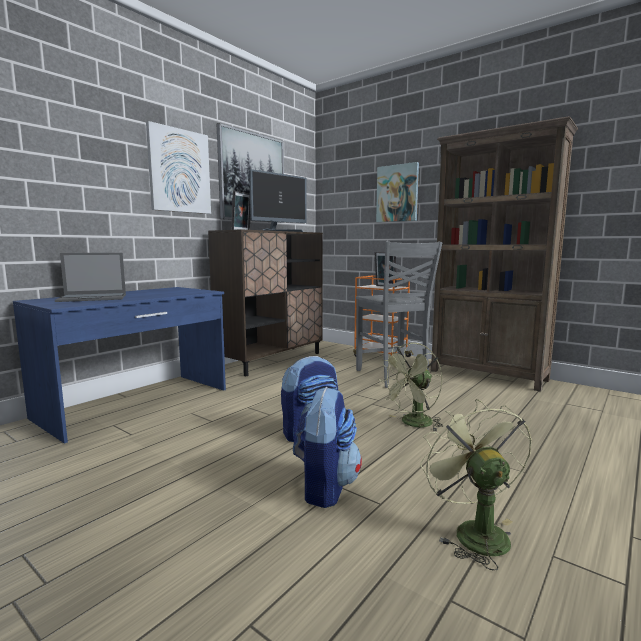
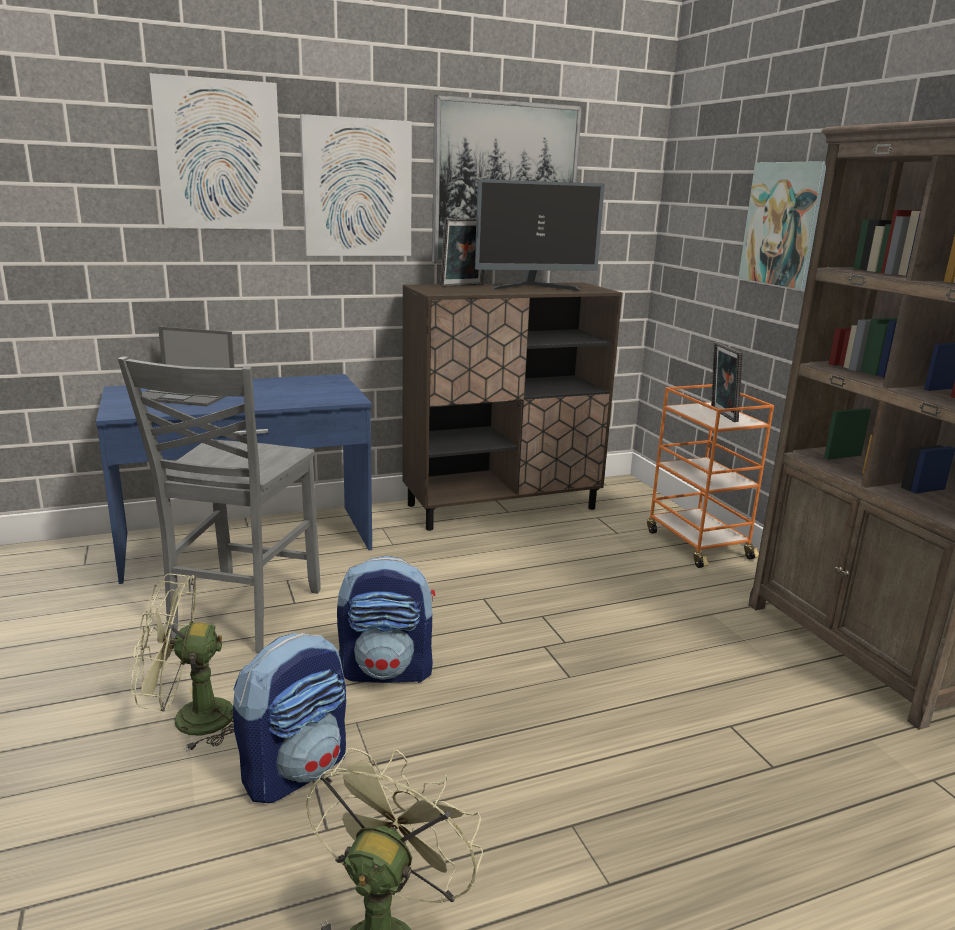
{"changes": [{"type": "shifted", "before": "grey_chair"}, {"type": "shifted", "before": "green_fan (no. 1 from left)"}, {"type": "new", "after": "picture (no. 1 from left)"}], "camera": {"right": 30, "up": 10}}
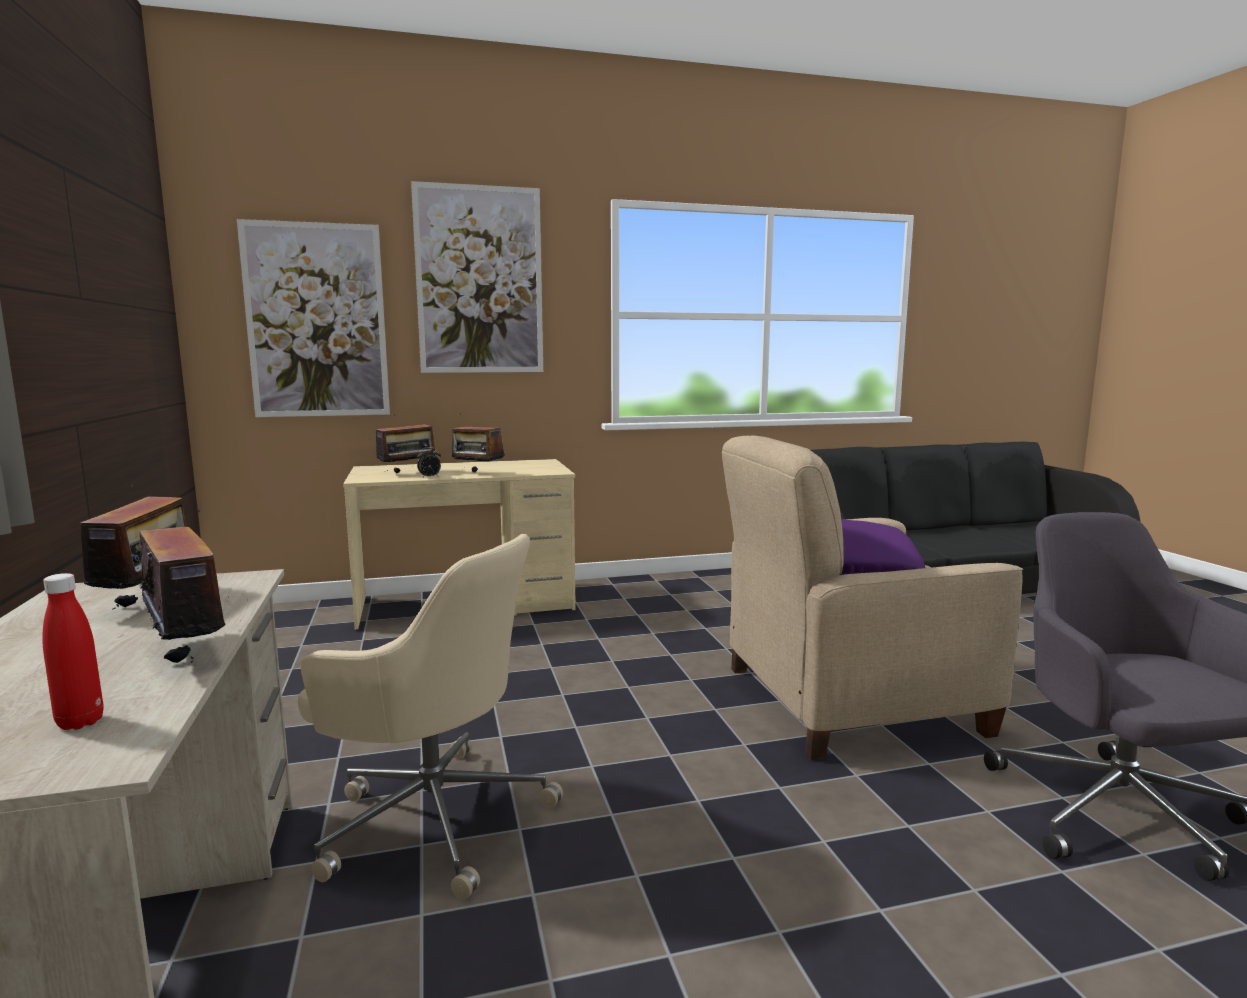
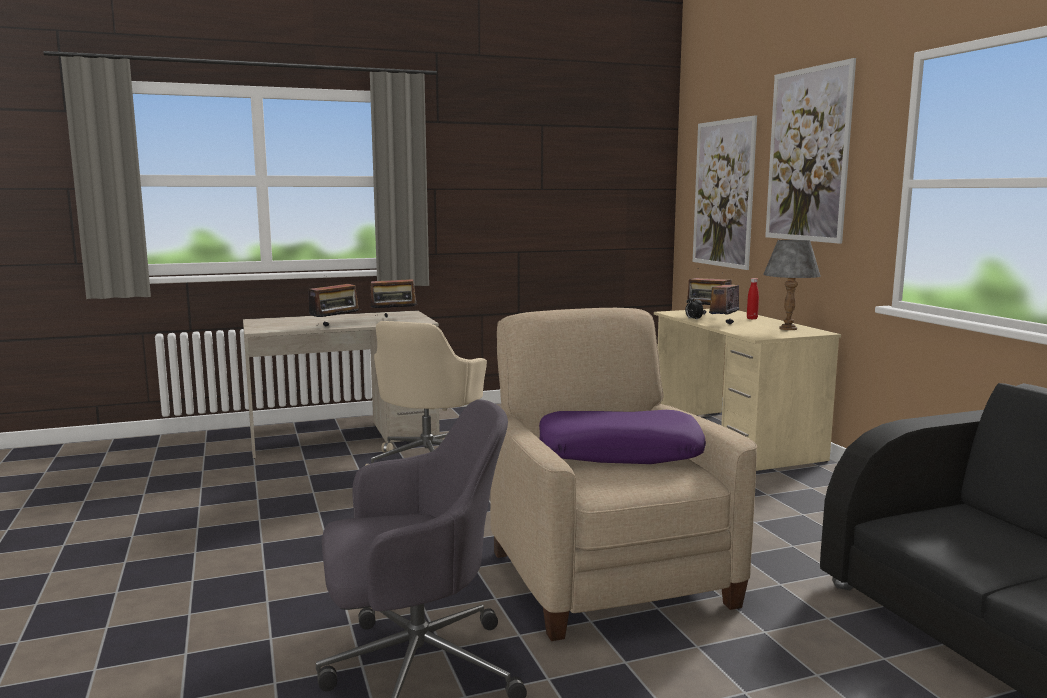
{"changes": [{"type": "shifted", "before": "red_bottle"}, {"type": "new", "after": "grey_table_lamp"}], "camera": {"right": 85, "up": 0}}
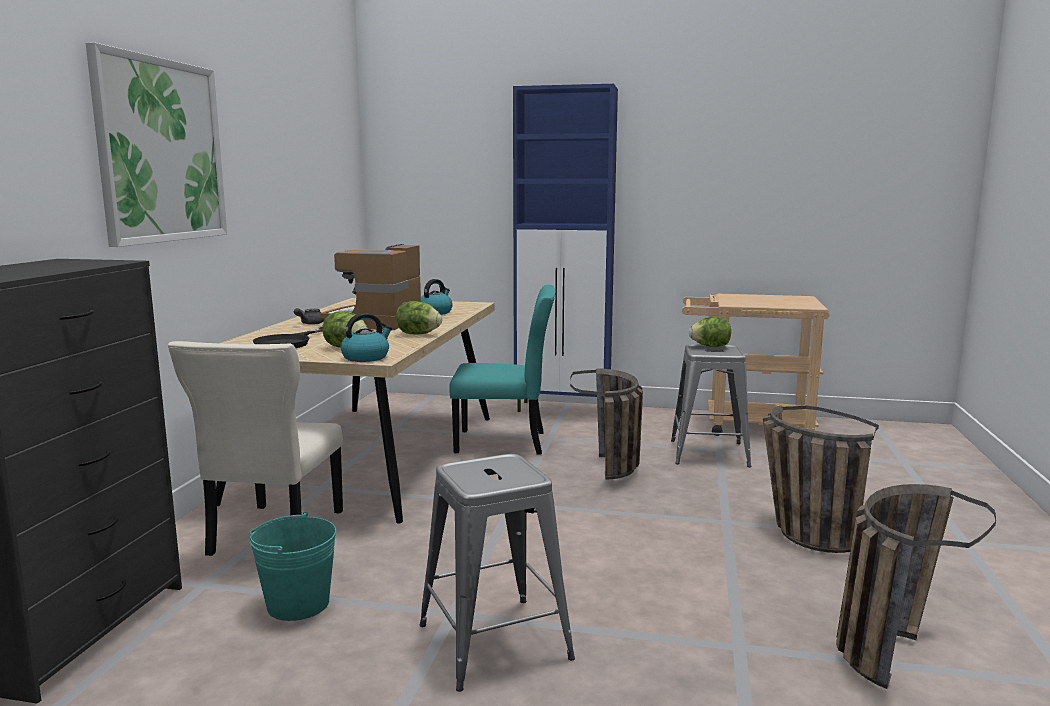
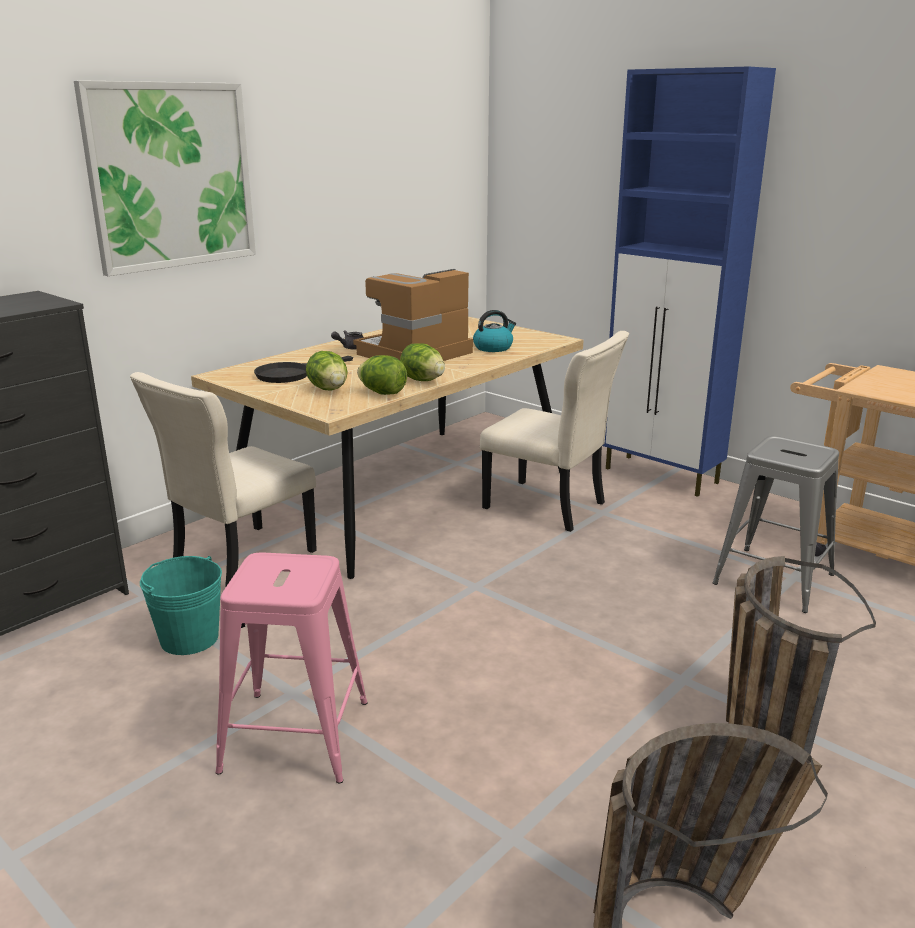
{"changes": [{"type": "repainted", "before": "grey_stool (no. 1 from left)", "after": "pink_stool"}, {"type": "shifted", "before": "lettuce (no. 3 from left in the first image)", "after": "lettuce (no. 2 from left)"}, {"type": "repainted", "before": "turquoise_chair", "after": "beige_chair (no. 2 from left)"}, {"type": "gone", "before": "kettle (no. 1 from left)"}, {"type": "gone", "before": "basket (no. 1 from left)"}], "camera": {"right": 30, "up": 10}}
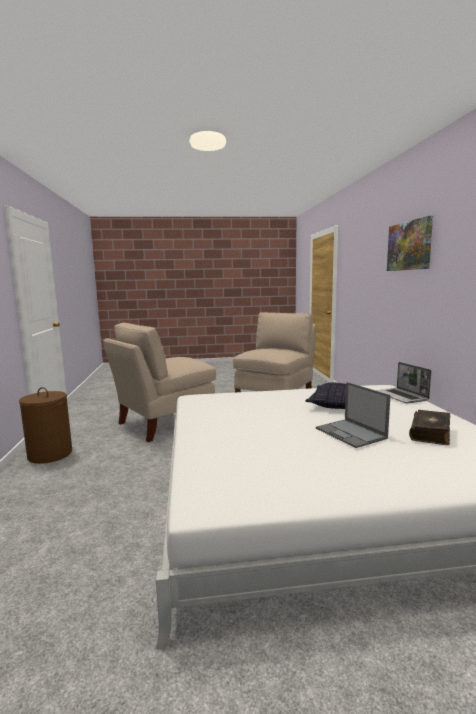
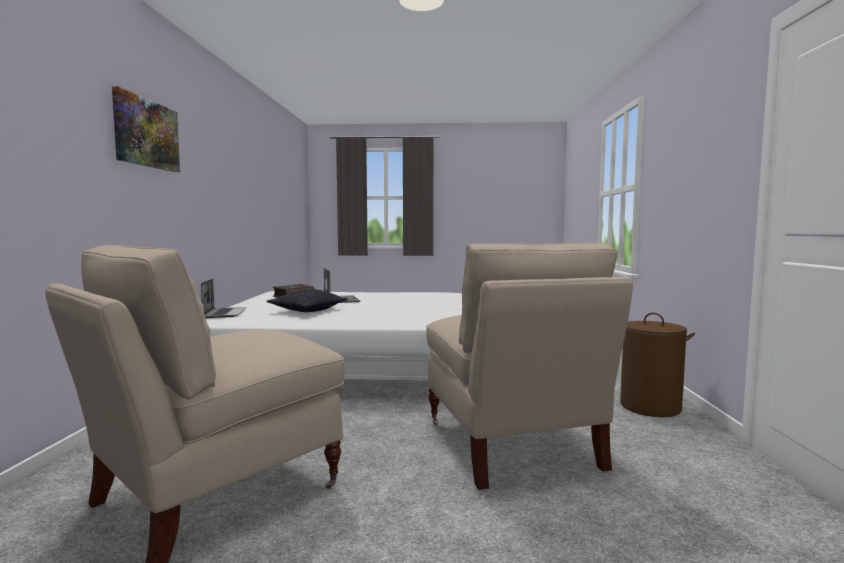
{"changes": [{"type": "rotated", "before": "beige_chair (no. 1 from left in the first image)", "turn": 105}], "camera": {"right": -170, "up": -5}}
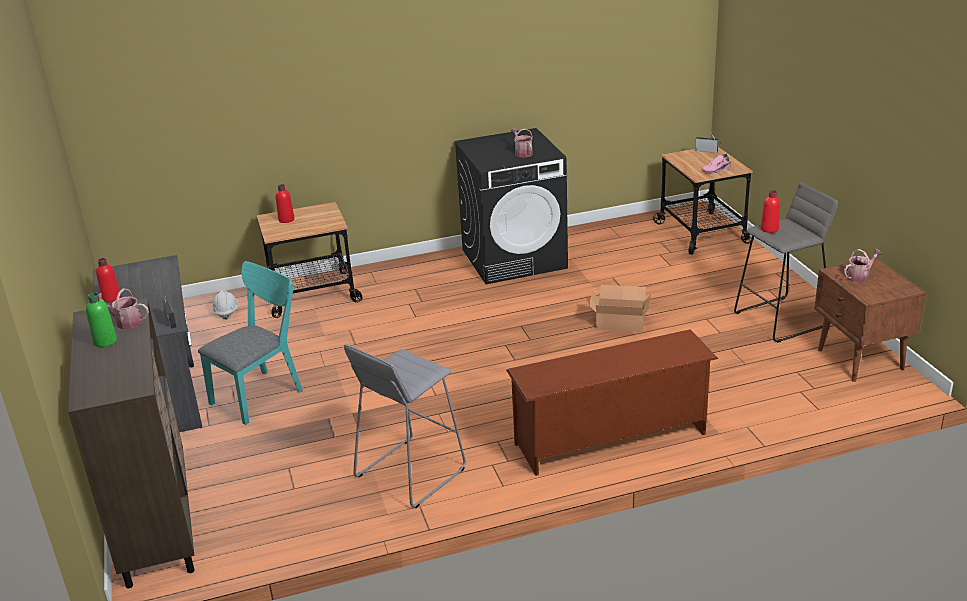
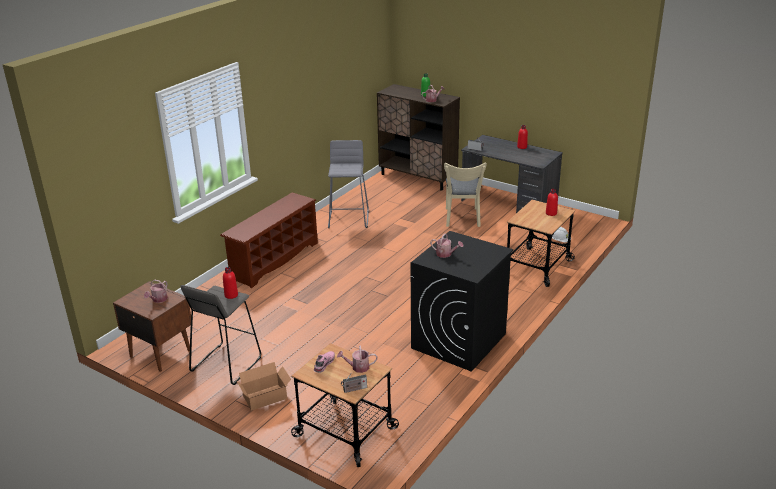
{"changes": [{"type": "shifted", "before": "cardboard_box"}, {"type": "new", "after": "watering_can (no. 2 from left)"}, {"type": "repainted", "before": "turquoise_chair", "after": "beige_chair"}], "camera": {"right": 140, "up": 0}}
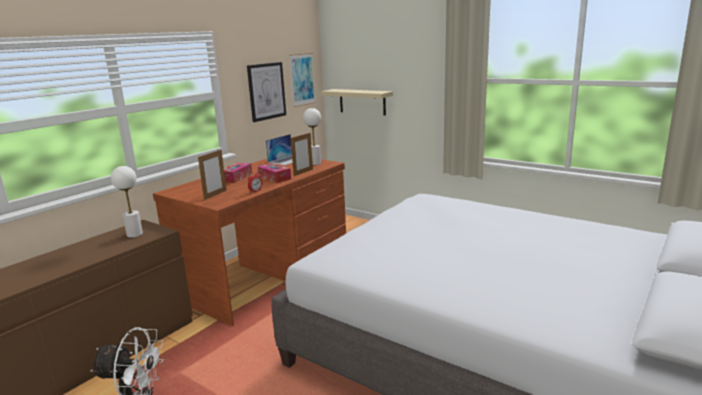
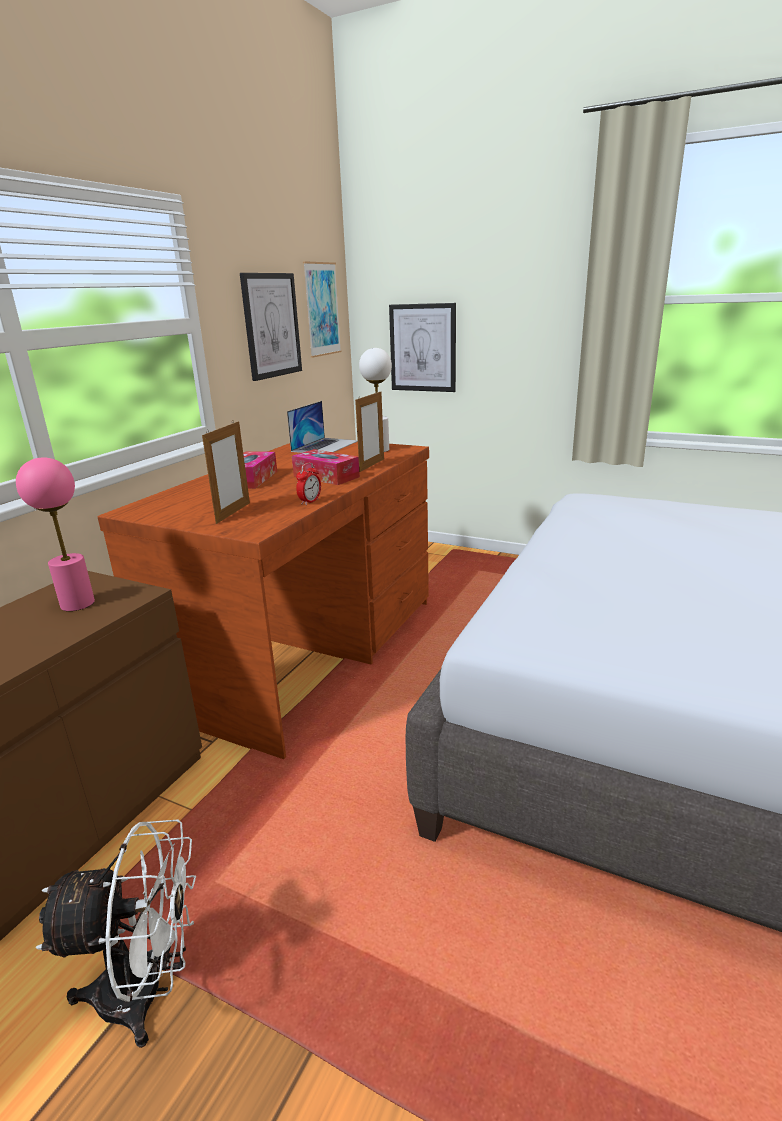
{"changes": [{"type": "repainted", "before": "white_table_lamp (no. 1 from left)", "after": "pink_table_lamp"}, {"type": "swapped", "before": "beige_shelf", "after": "picture (no. 3 from left)"}], "camera": {"right": -10, "up": 5}}
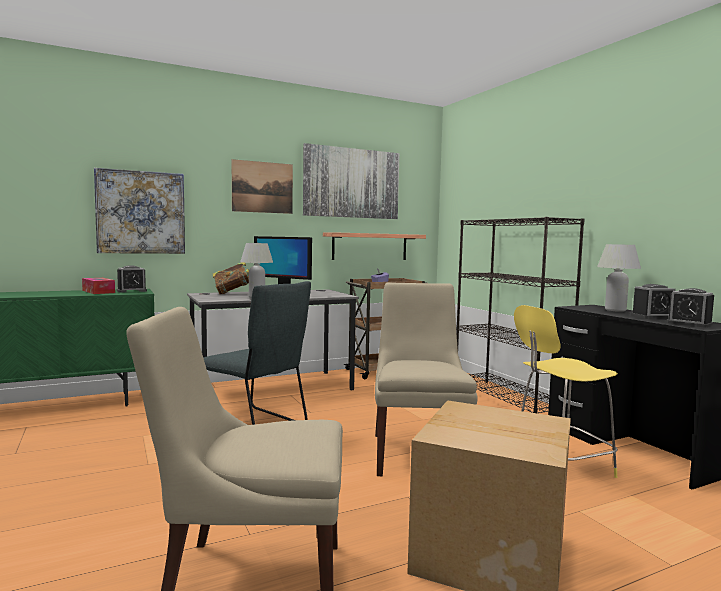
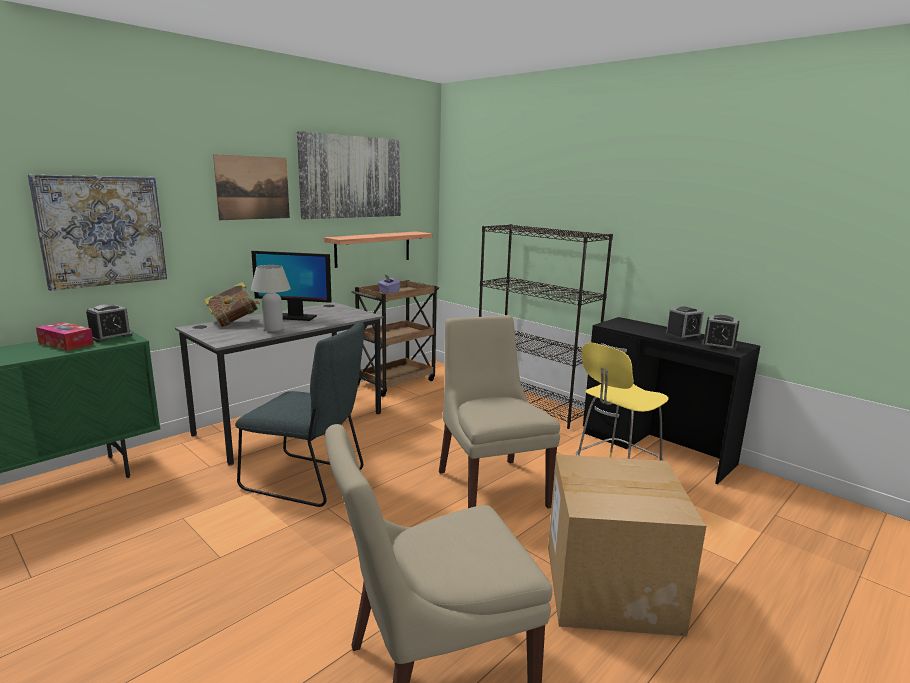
{"changes": [{"type": "gone", "before": "white_table_lamp (no. 2 from left)"}], "camera": {"right": -20, "up": 10}}
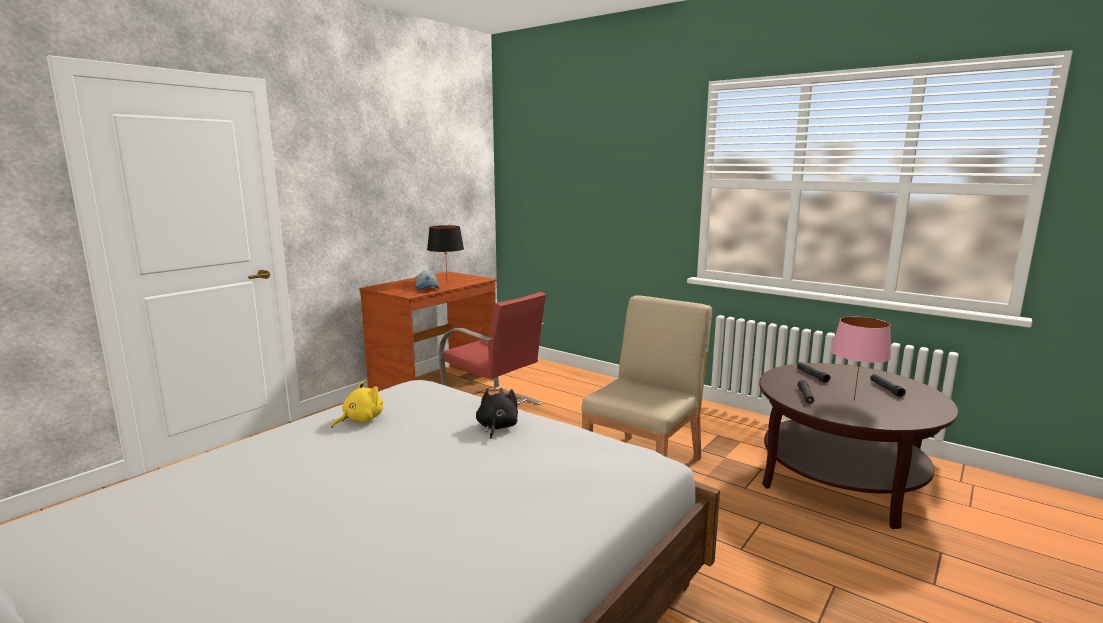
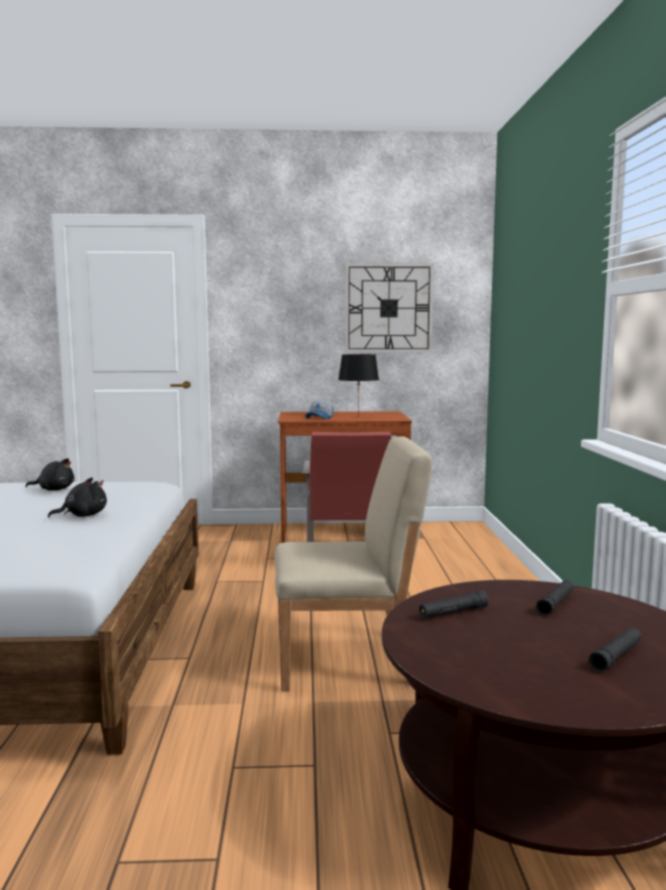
{"changes": [{"type": "repainted", "before": "yellow_plush_toy", "after": "black_plush_toy (no. 1 from left)"}, {"type": "new", "after": "wall_clock"}, {"type": "gone", "before": "pink_table_lamp"}], "camera": {"right": 50, "up": -5}}
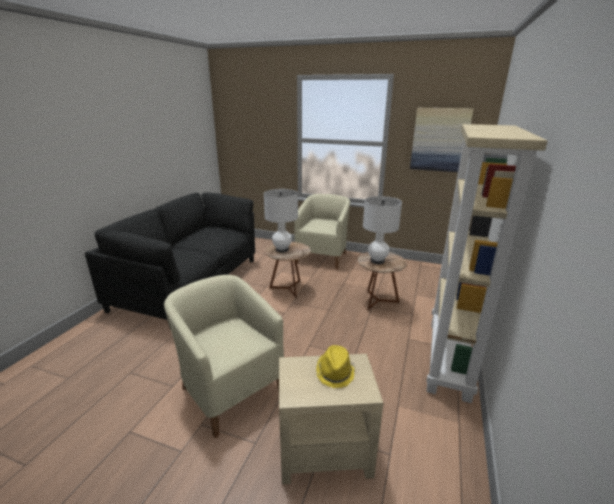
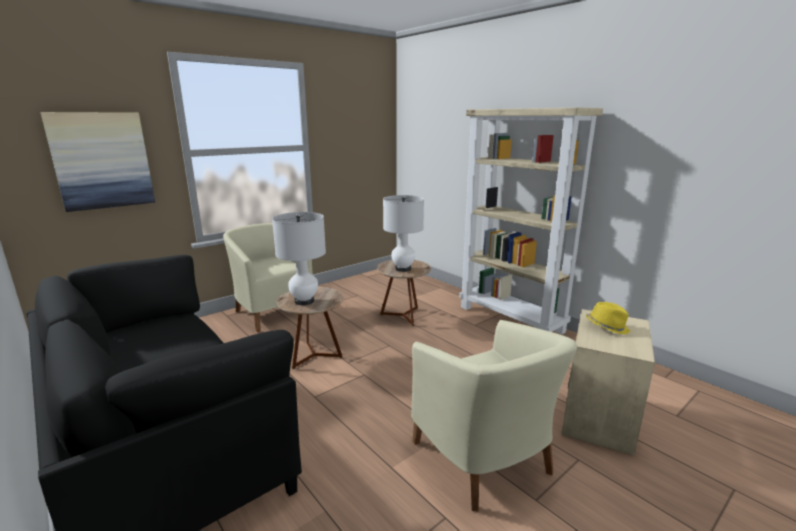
{"changes": [{"type": "shifted", "before": "picture"}, {"type": "rotated", "before": "beige_armchair (no. 1 from left in the first image)", "turn": -105}], "camera": {"right": -60, "up": -5}}
